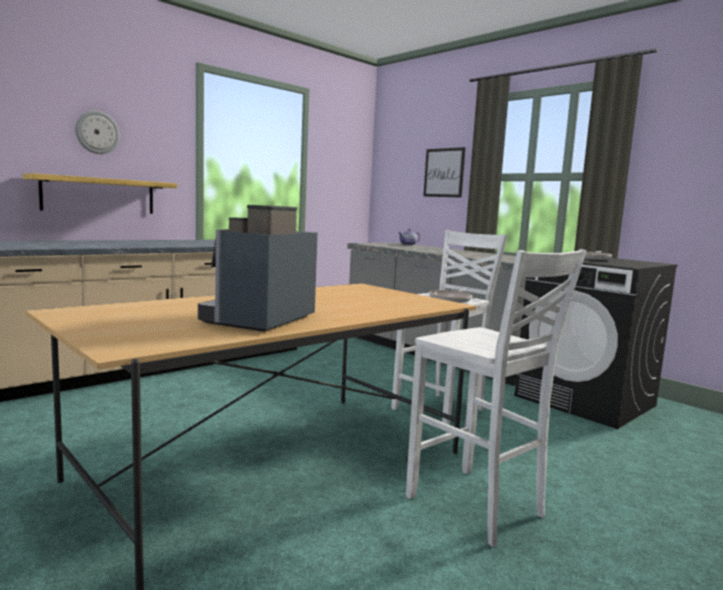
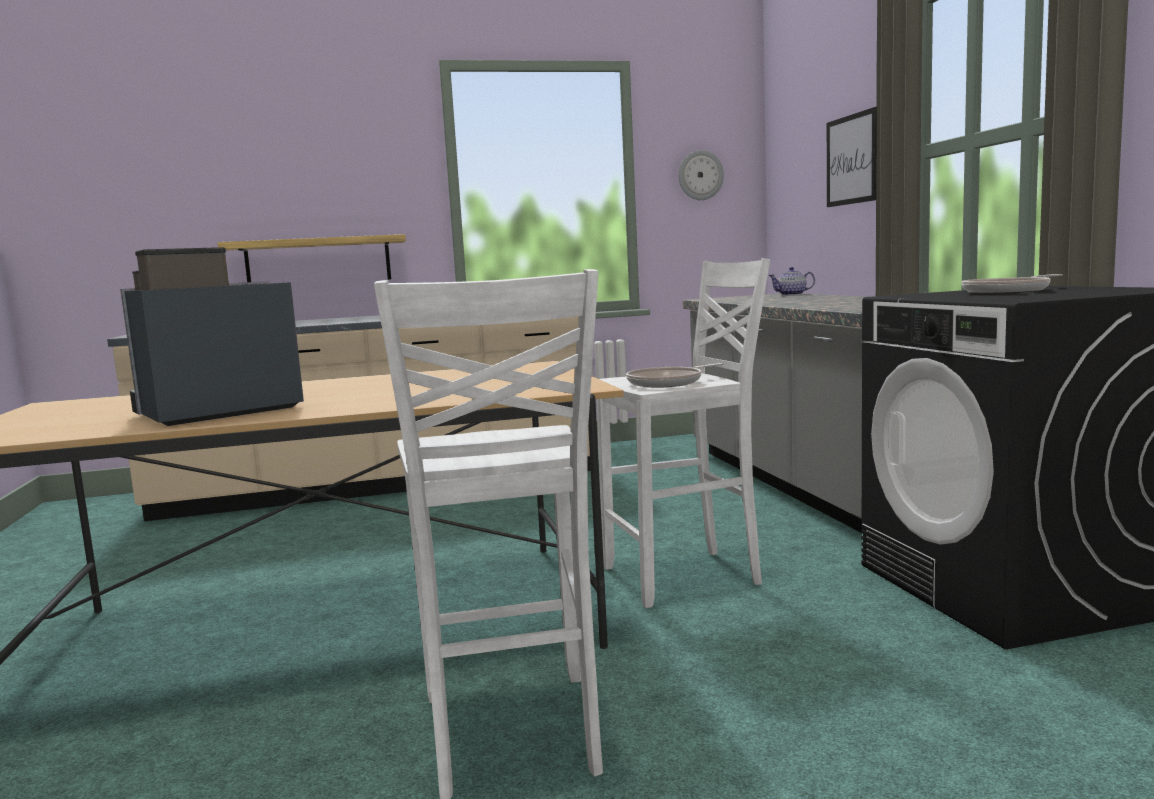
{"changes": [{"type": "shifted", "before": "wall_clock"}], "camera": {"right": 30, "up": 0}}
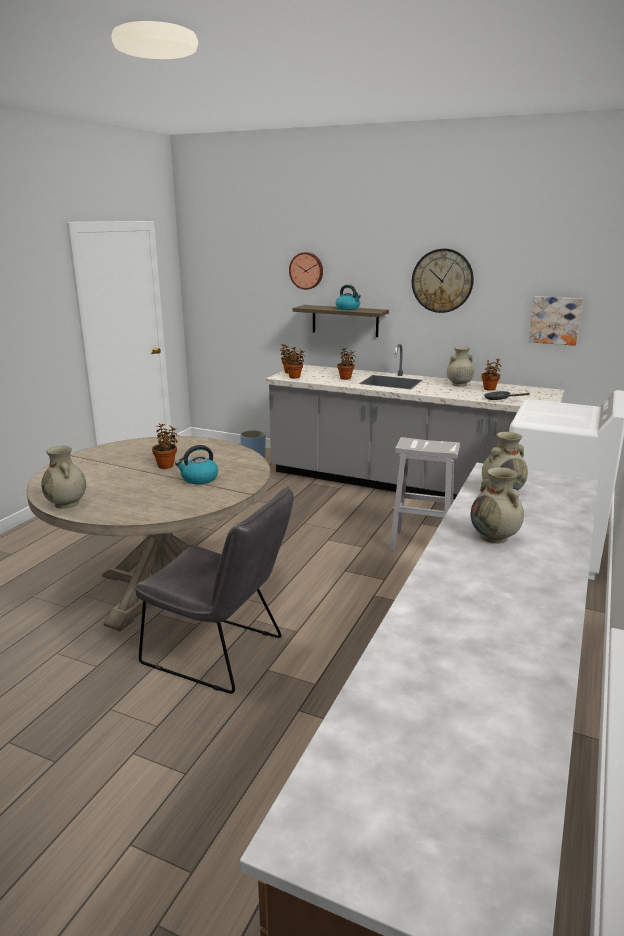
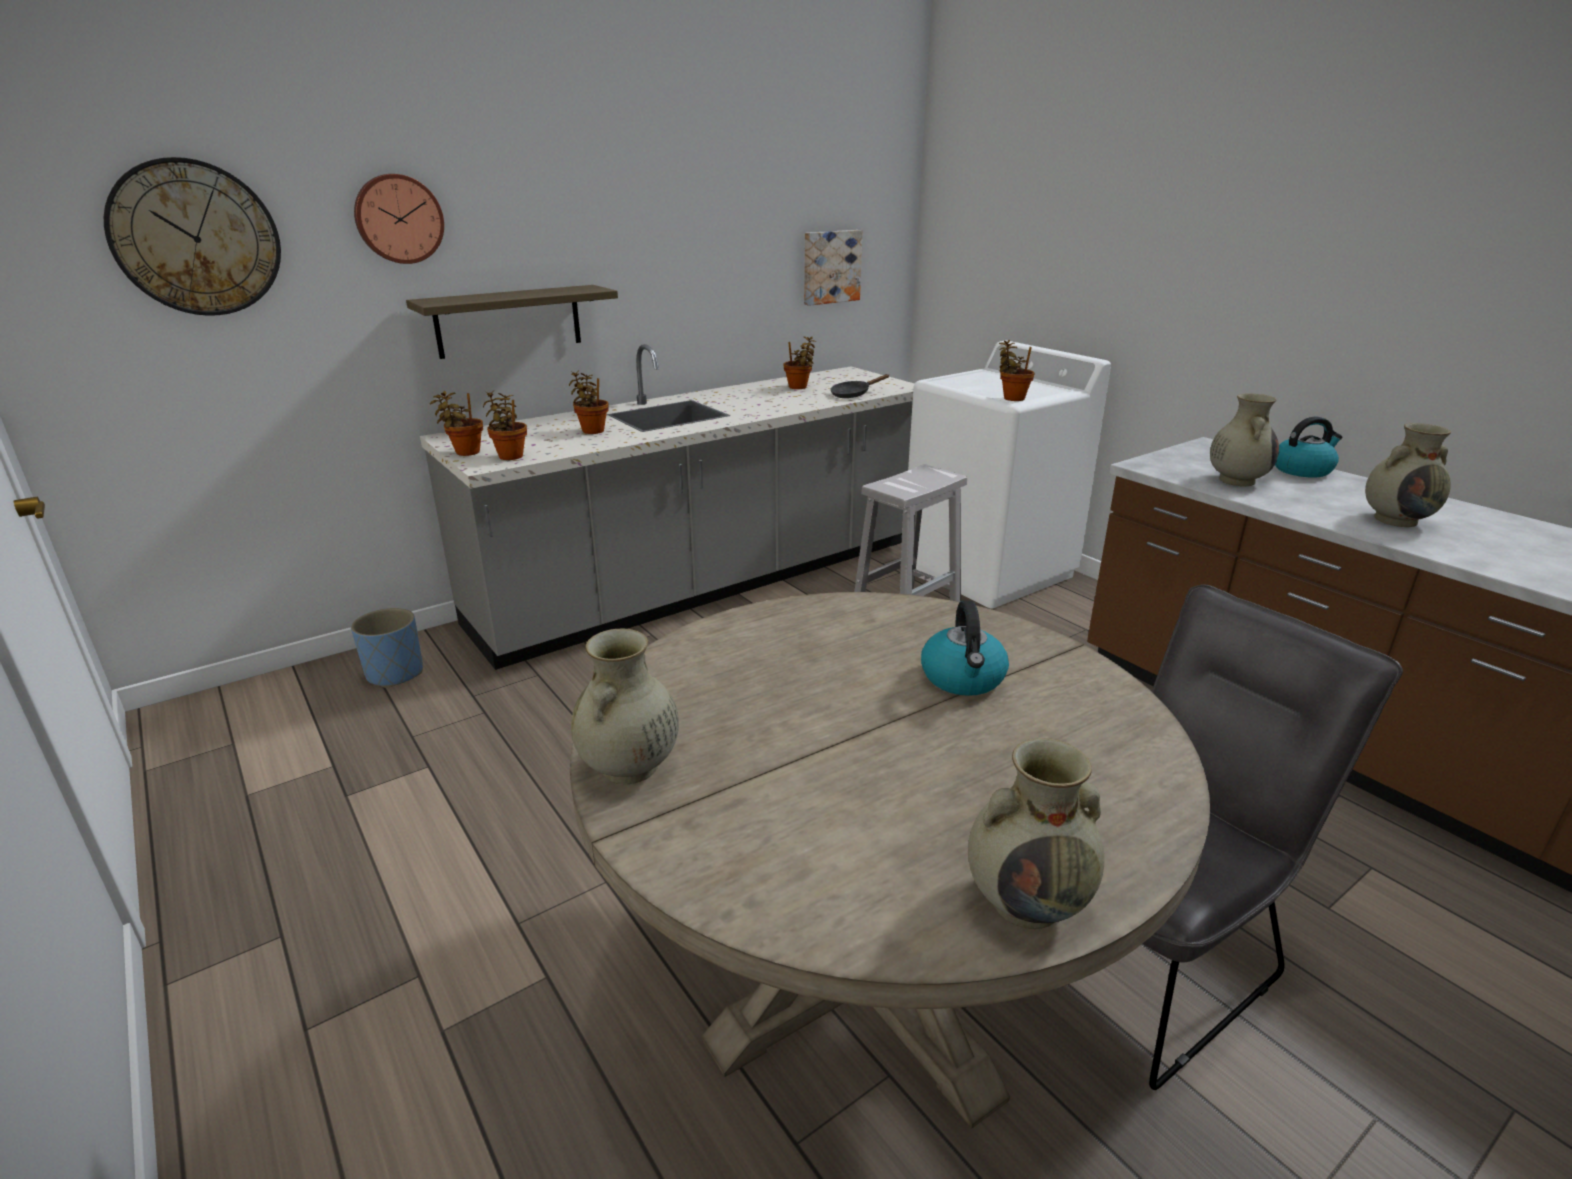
{"changes": [{"type": "shifted", "before": "wall_clock (no. 2 from left in the first image)", "after": "wall_clock (no. 1 from left)"}, {"type": "shifted", "before": "beige_vase (no. 2 from left in the first image)", "after": "beige_vase (no. 1 from left)"}, {"type": "shifted", "before": "potted_plant (no. 1 from left in the first image)", "after": "potted_plant (no. 5 from left)"}, {"type": "shifted", "before": "kettle (no. 2 from left)"}], "camera": {"right": -60, "up": 5}}
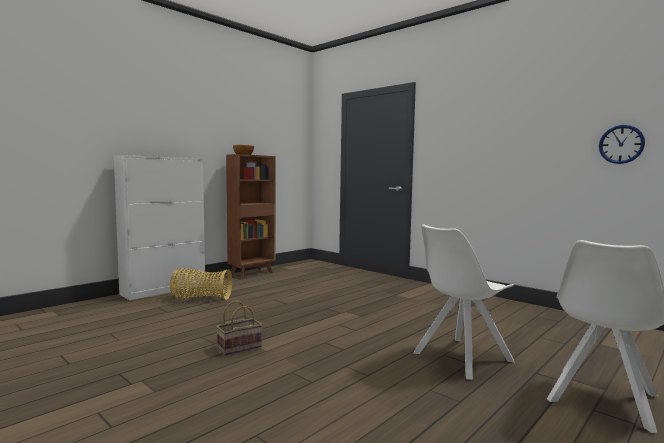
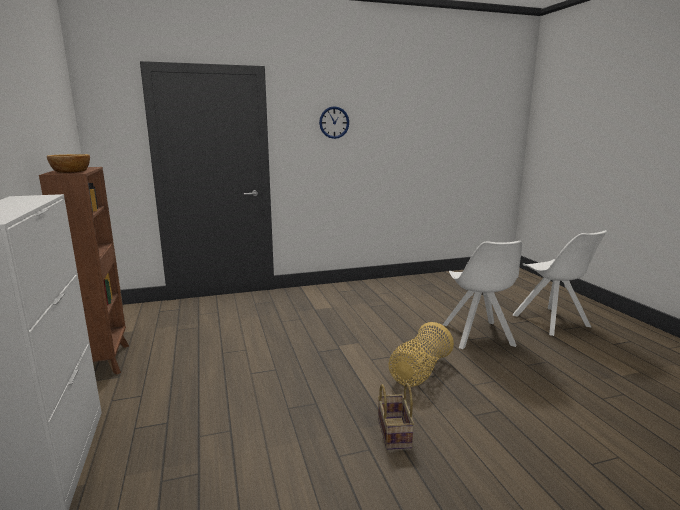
{"changes": [{"type": "shifted", "before": "wall_clock"}, {"type": "shifted", "before": "basket (no. 1 from left in the first image)", "after": "basket (no. 2 from left)"}], "camera": {"right": -60, "up": 10}}
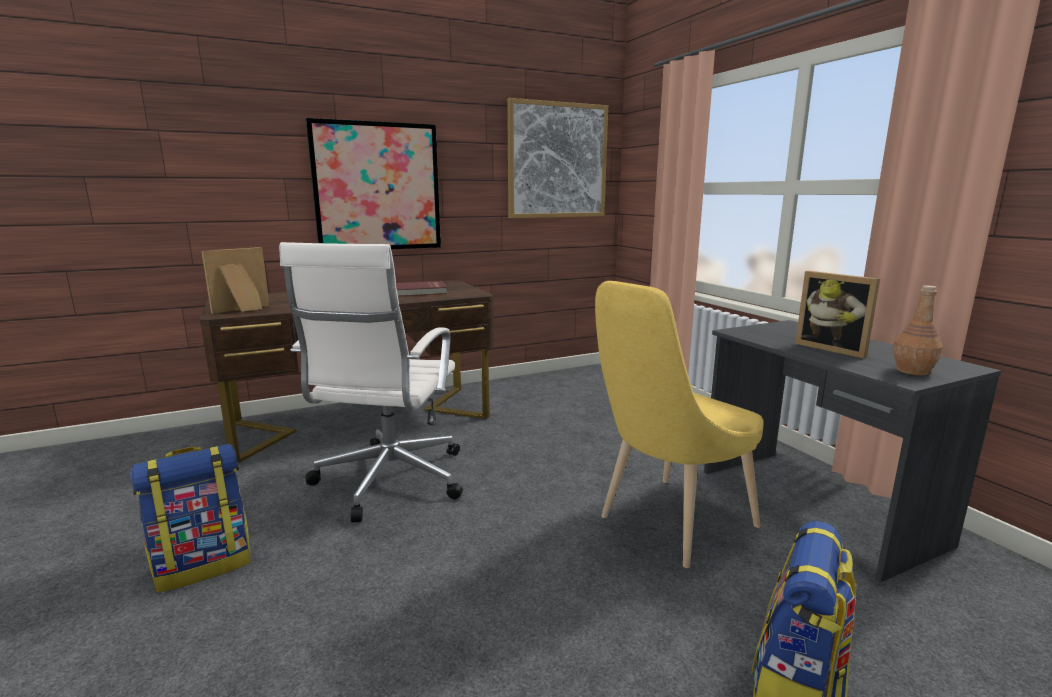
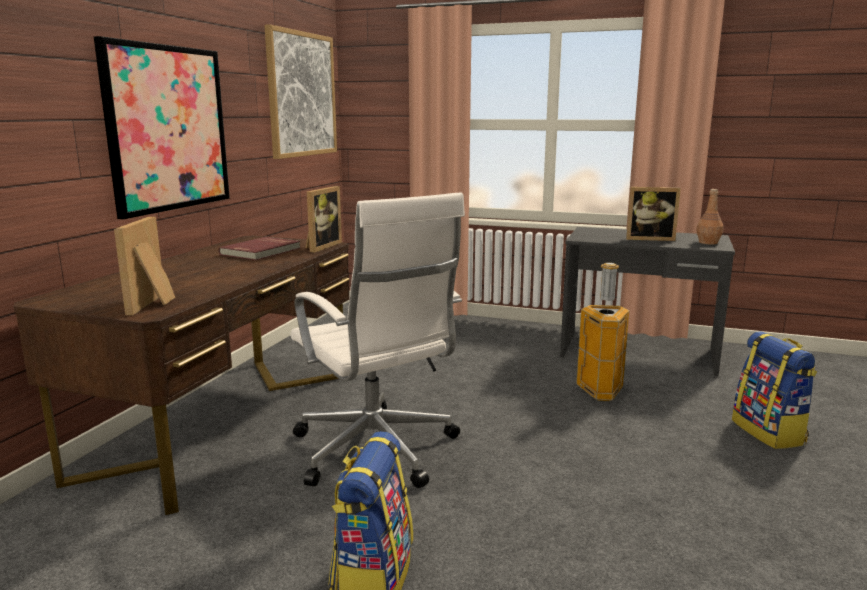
{"changes": [{"type": "new", "after": "picture_frame (no. 2 from left)"}, {"type": "swapped", "before": "yellow_chair", "after": "trash_can"}], "camera": {"right": -45, "up": 0}}
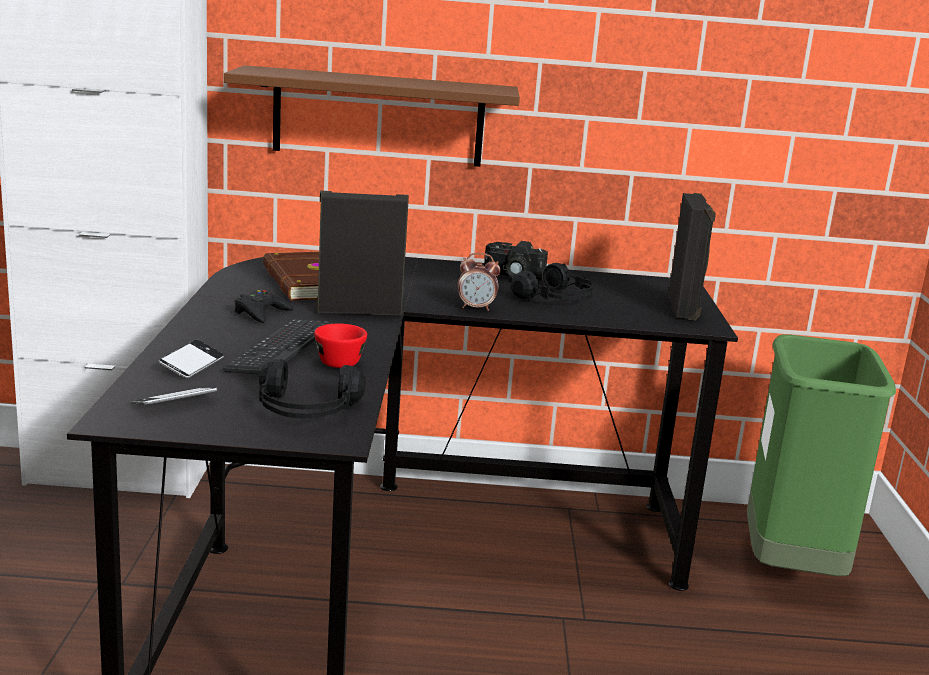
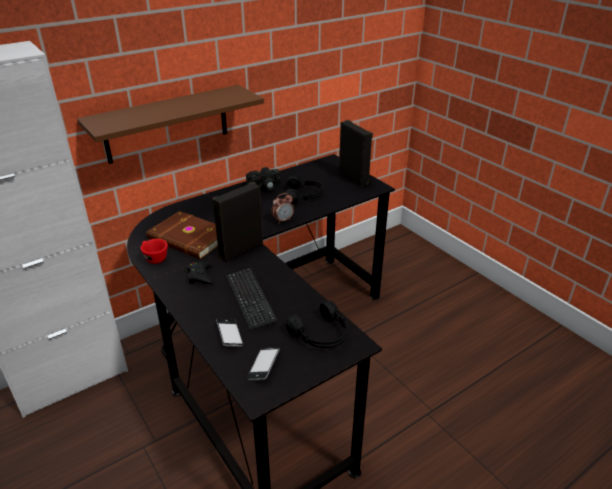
{"changes": [{"type": "shifted", "before": "red_cup"}, {"type": "gone", "before": "green_trash_can"}], "camera": {"right": -35, "up": 15}}
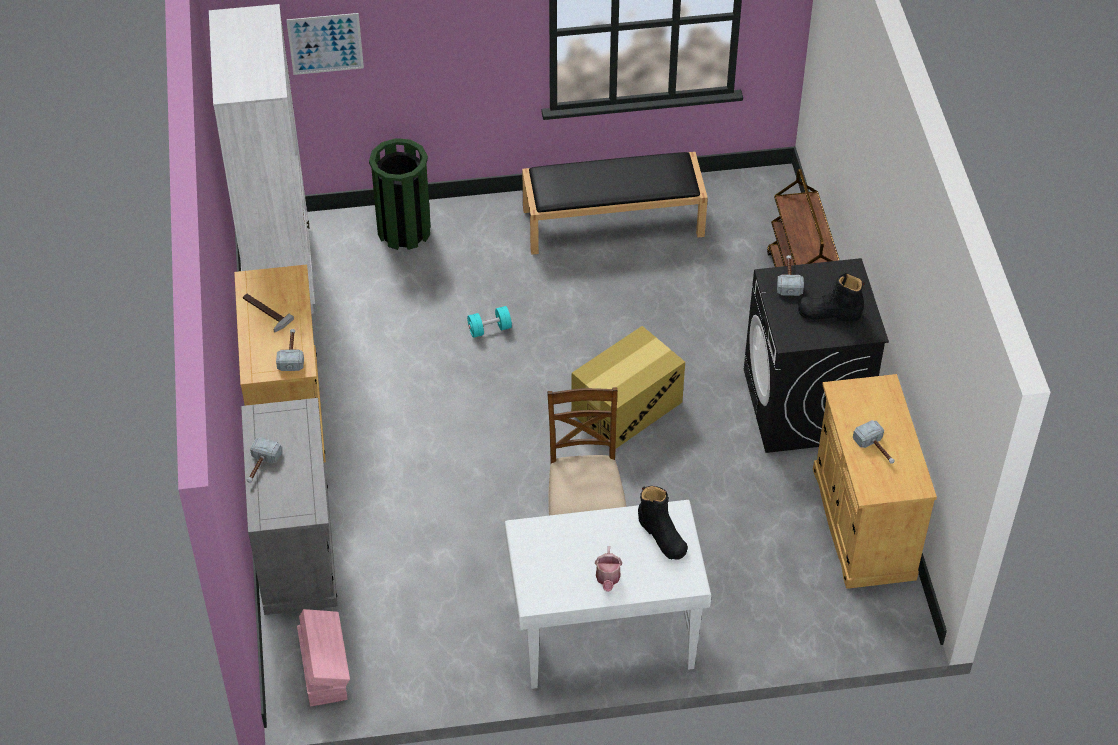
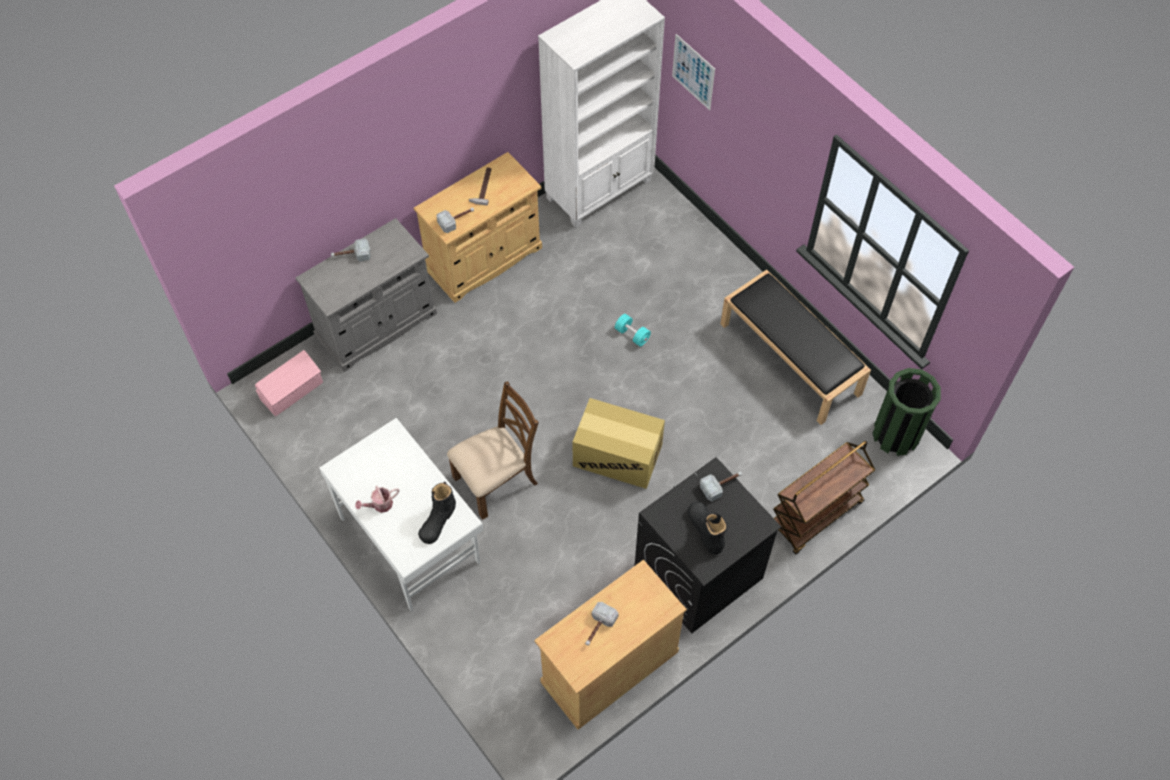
{"changes": [{"type": "shifted", "before": "green_trash_can"}], "camera": {"right": 60, "up": 10}}
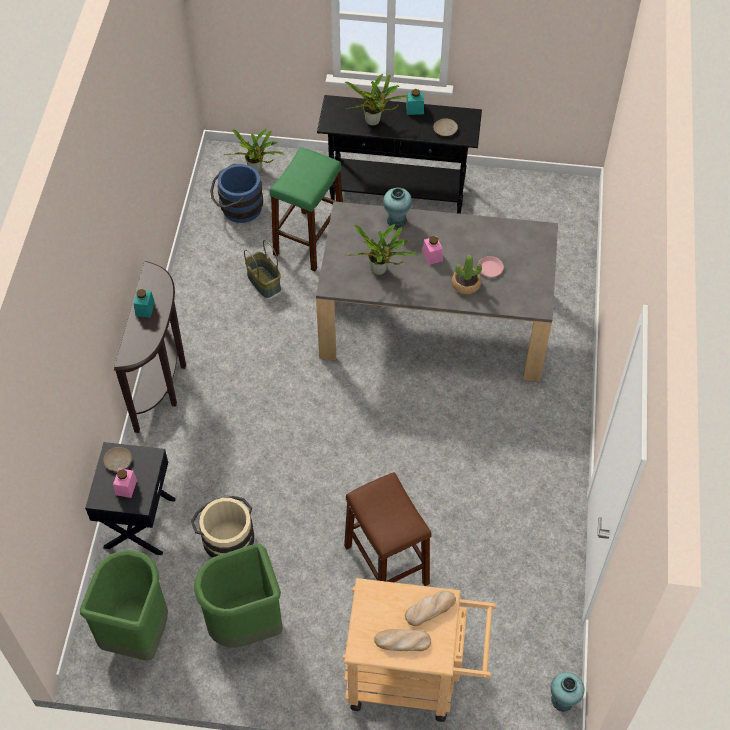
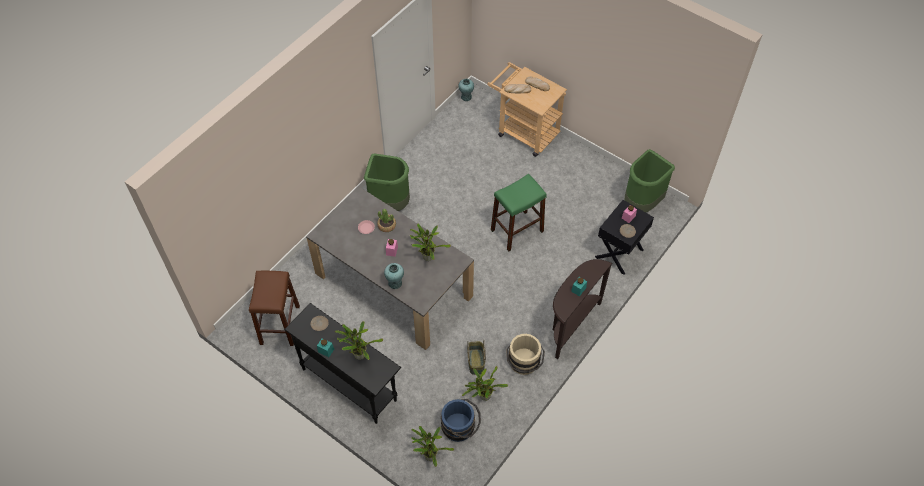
{"changes": [{"type": "shifted", "before": "brown_stool"}, {"type": "shifted", "before": "green_trash_can (no. 2 from left in the first image)", "after": "green_trash_can (no. 1 from left)"}, {"type": "new", "after": "potted_plant (no. 5 from left)"}, {"type": "shifted", "before": "green_stool"}, {"type": "shifted", "before": "beige_bucket"}], "camera": {"right": -150, "up": 0}}
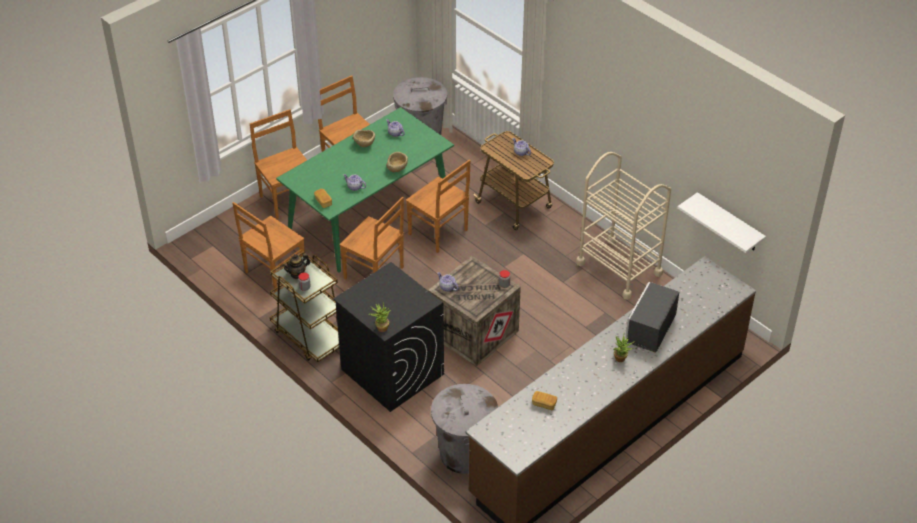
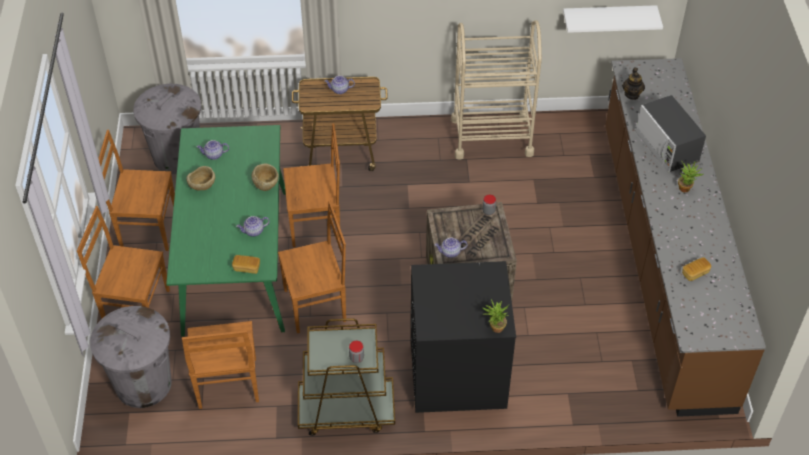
{"changes": [{"type": "shifted", "before": "grey_trash_can (no. 2 from left in the first image)", "after": "grey_trash_can (no. 1 from left)"}, {"type": "shifted", "before": "teapot (no. 1 from left in the first image)", "after": "teapot (no. 5 from left)"}], "camera": {"right": -50, "up": 5}}
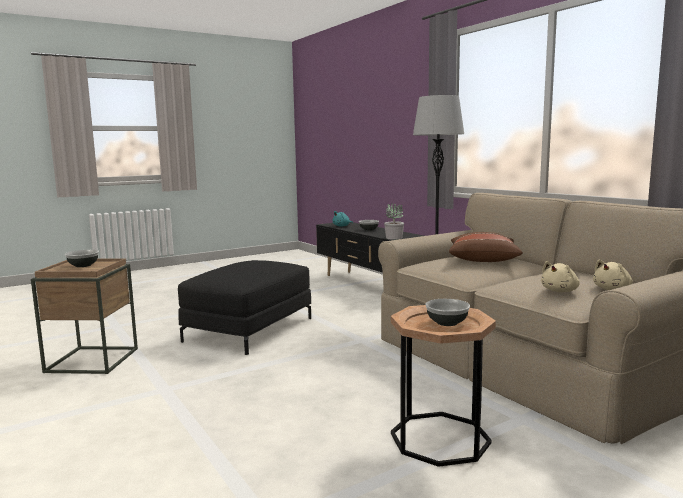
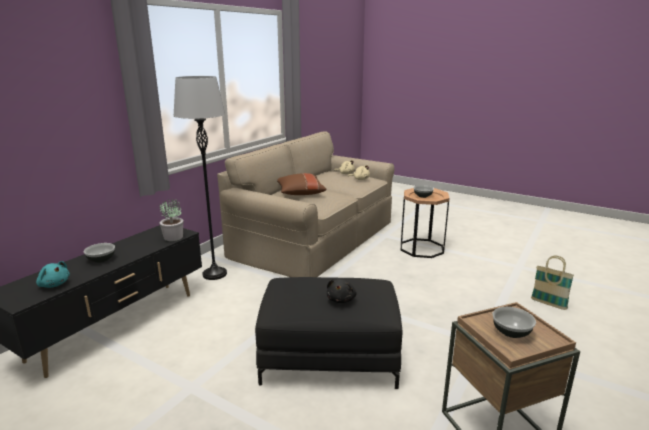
{"changes": [{"type": "new", "after": "black_plush_toy"}, {"type": "new", "after": "basket"}], "camera": {"right": -115, "up": 10}}
